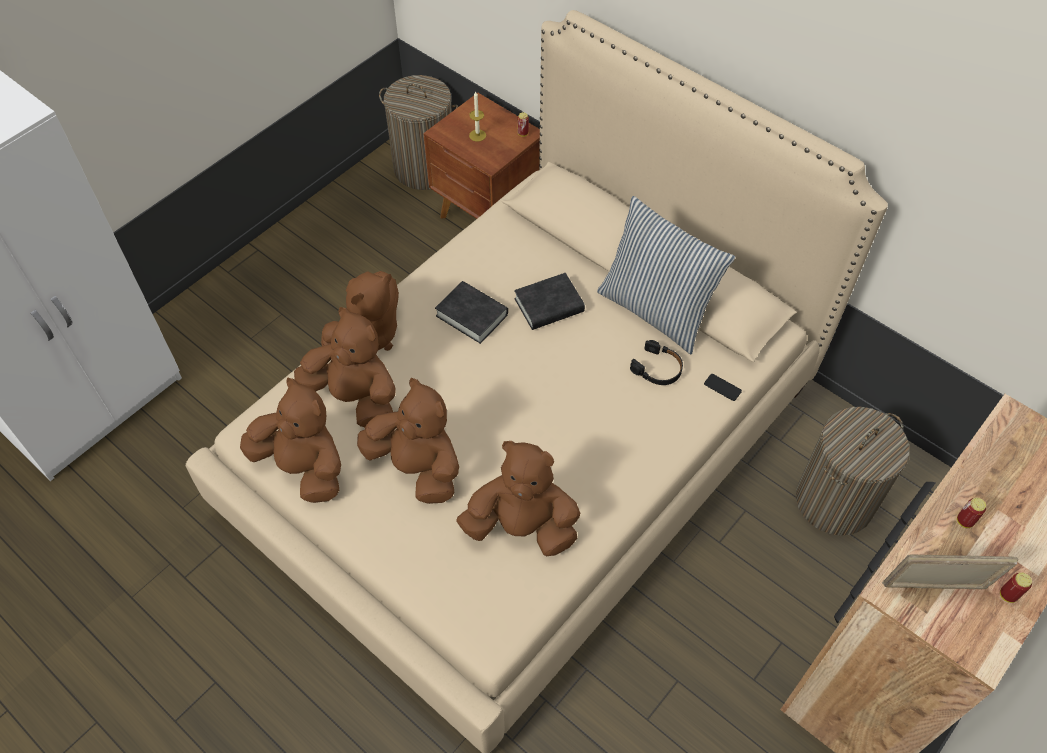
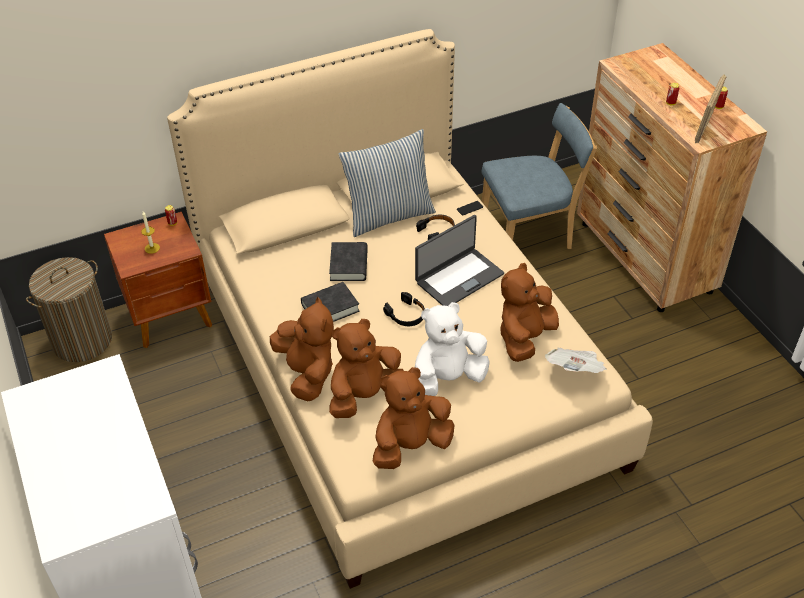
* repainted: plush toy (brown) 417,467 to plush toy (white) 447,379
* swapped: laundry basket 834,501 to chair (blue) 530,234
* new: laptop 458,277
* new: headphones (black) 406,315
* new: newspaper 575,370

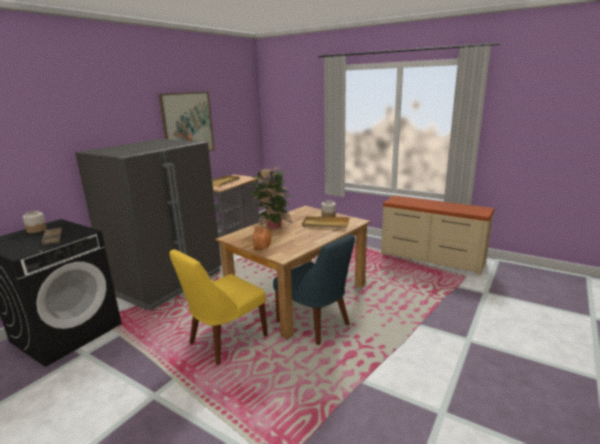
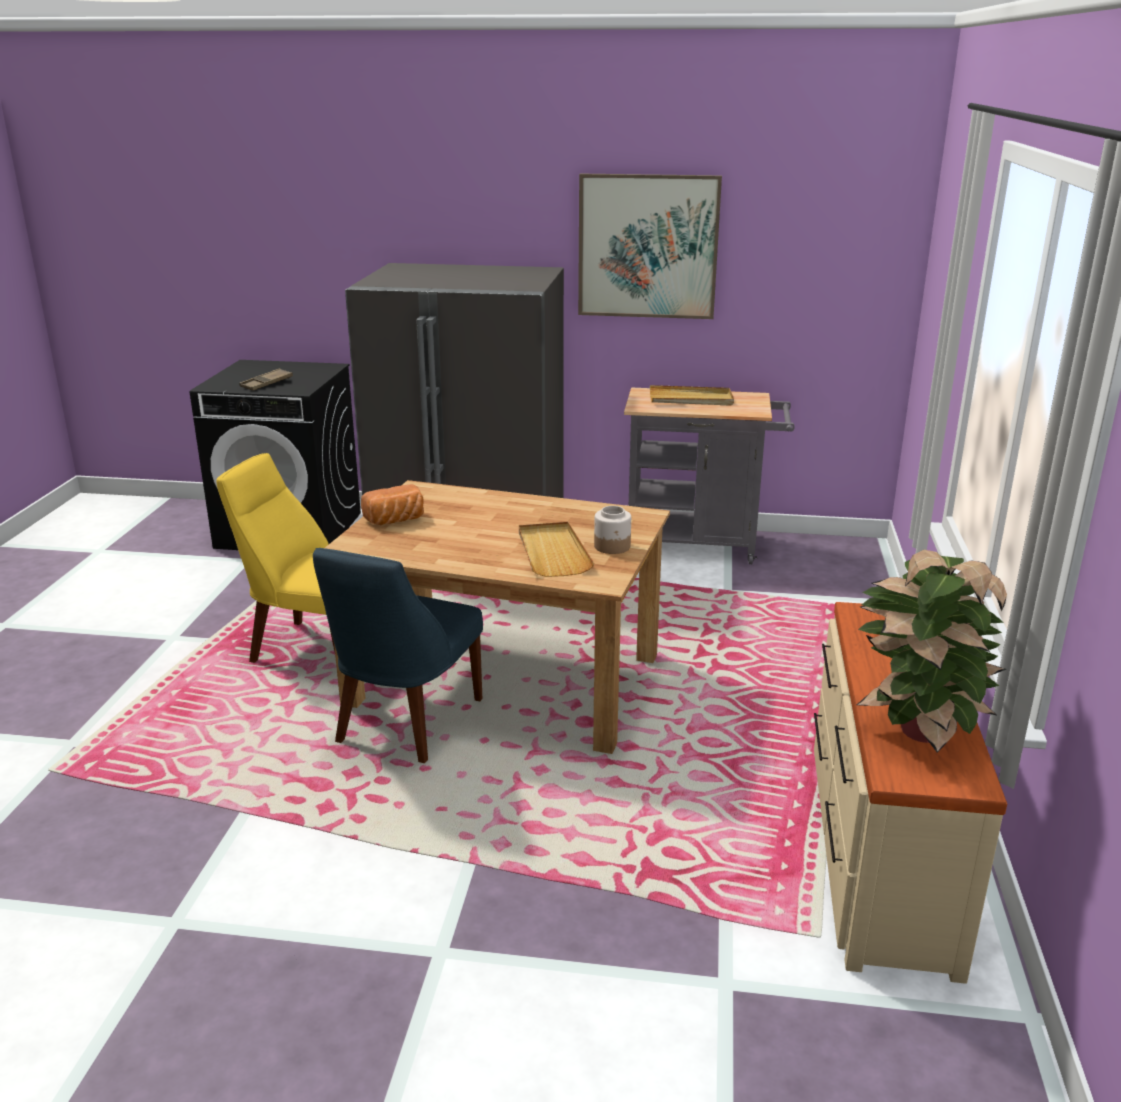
* shifted: potted plant 273,226 to 917,730
* gone: jar 36,230

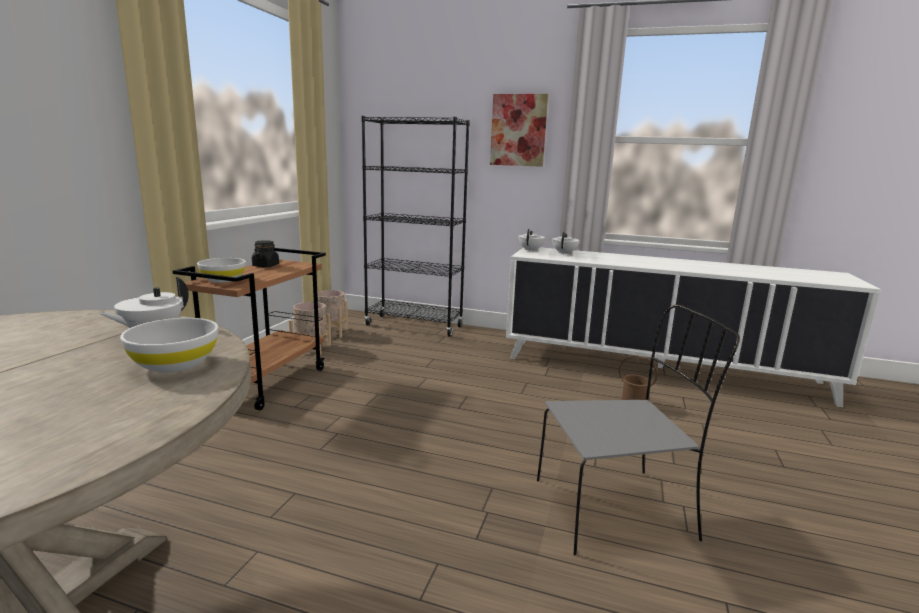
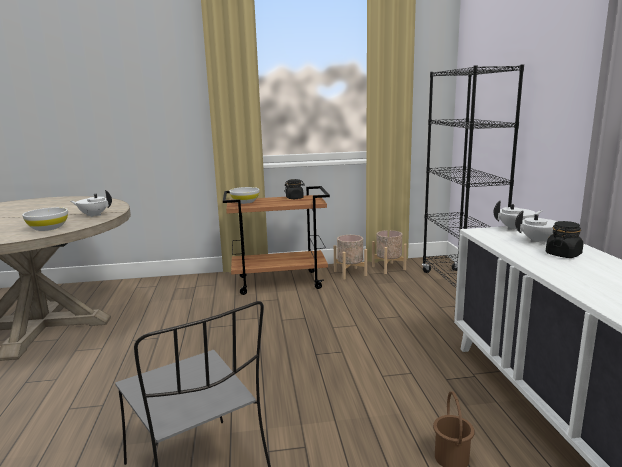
* gone: picture 518,130
* new: jar (black) 563,254

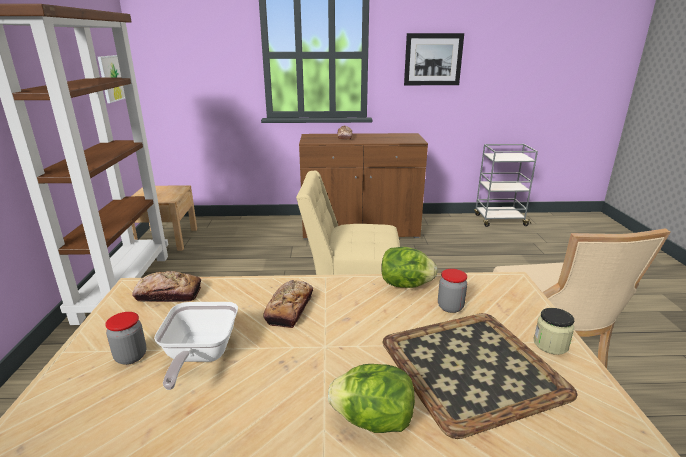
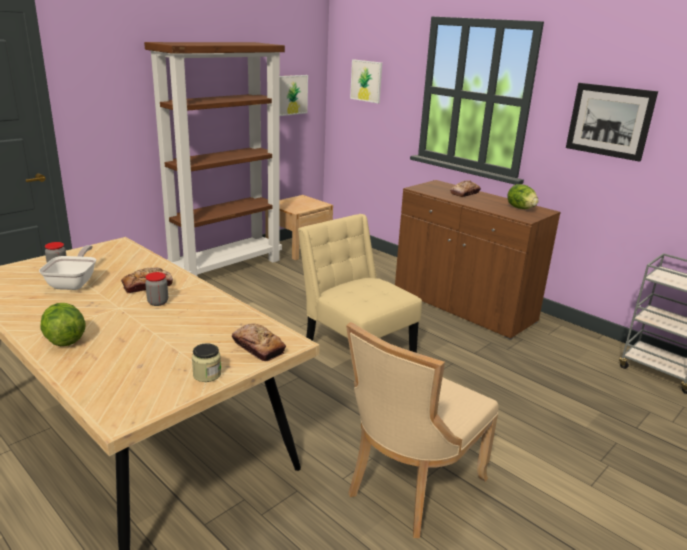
* shifted: lettuce 405,285 to 520,208
* shifted: jar 450,307 to 158,302
* shifted: bread 168,294 to 258,347
* rotated: frying pan 199,356 = 74,283 135 degrees clockwise
* gone: tray 472,366
* new: picture 366,81

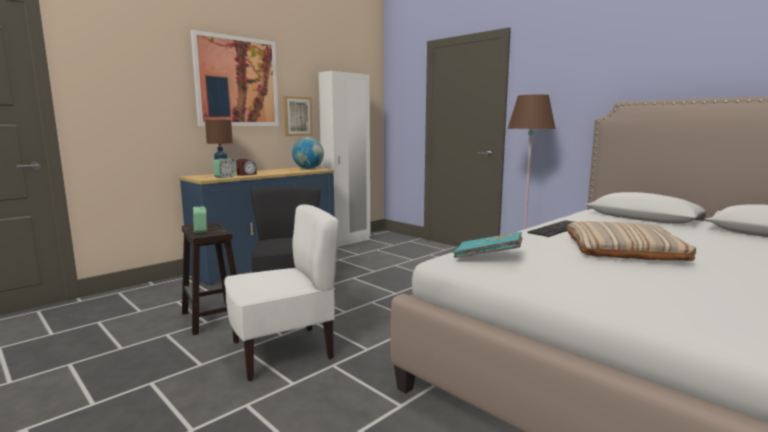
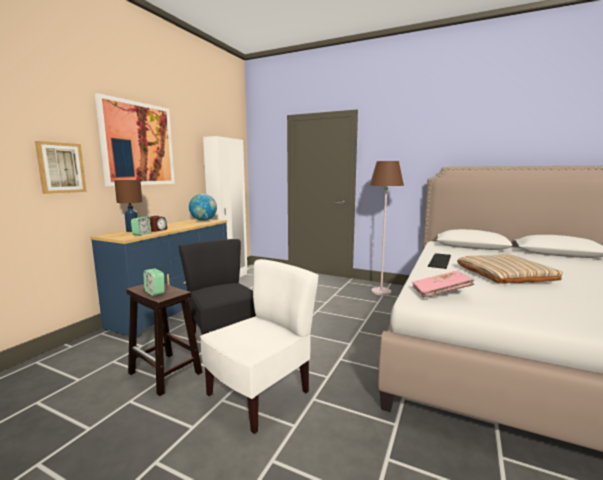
* shifted: picture 297,116 to 61,168
* repainted: book (turquoise) 488,257 to book (pink) 440,292

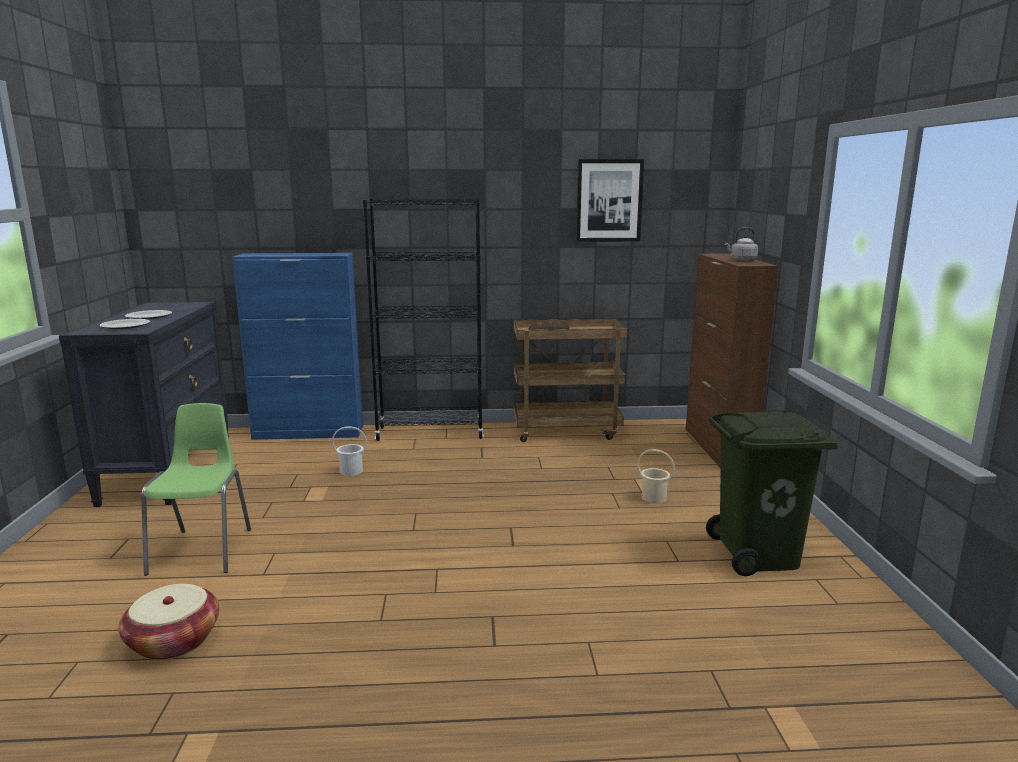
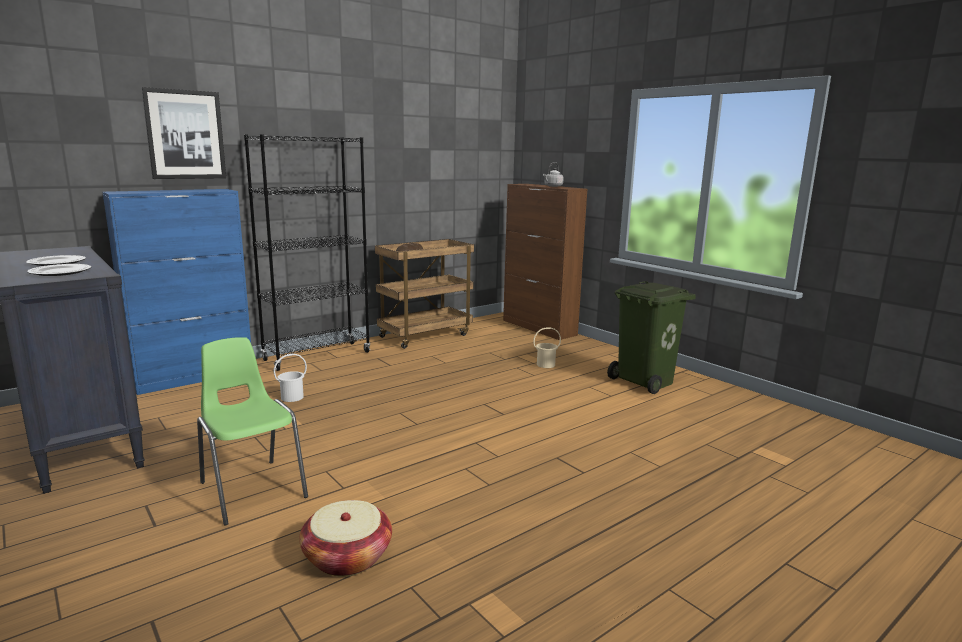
* shifted: picture 609,200 to 185,135

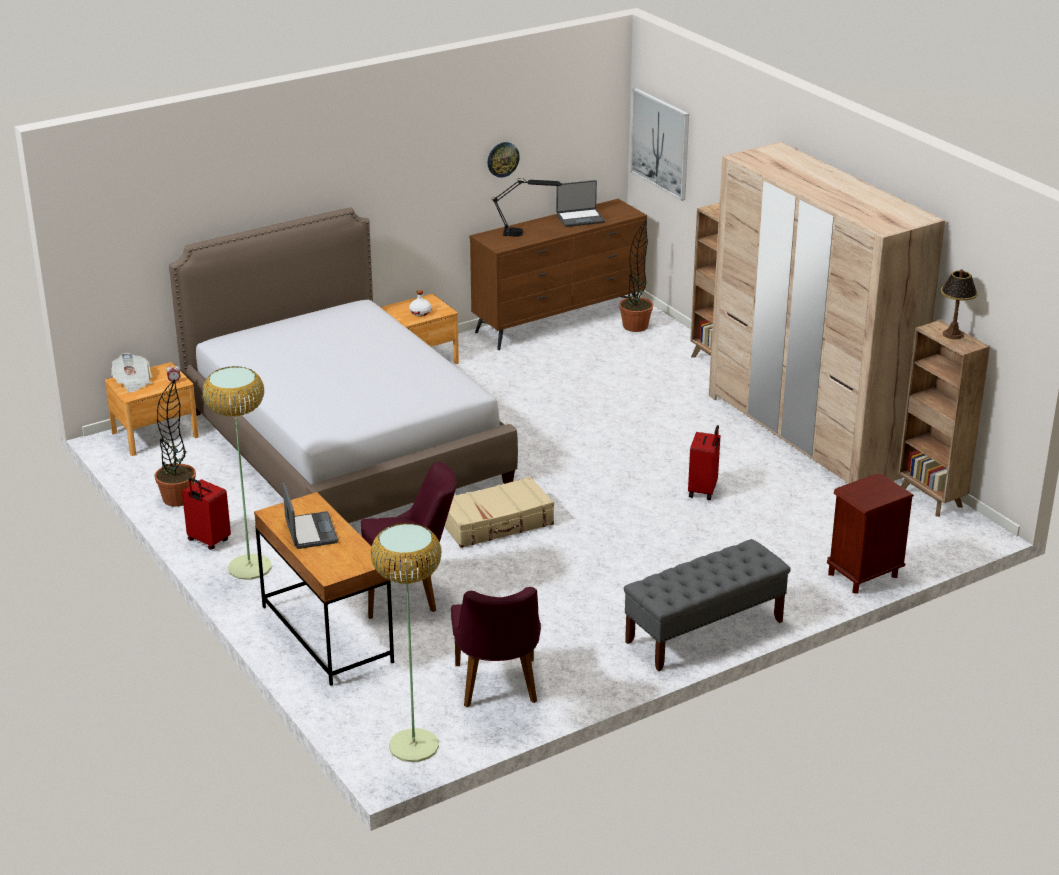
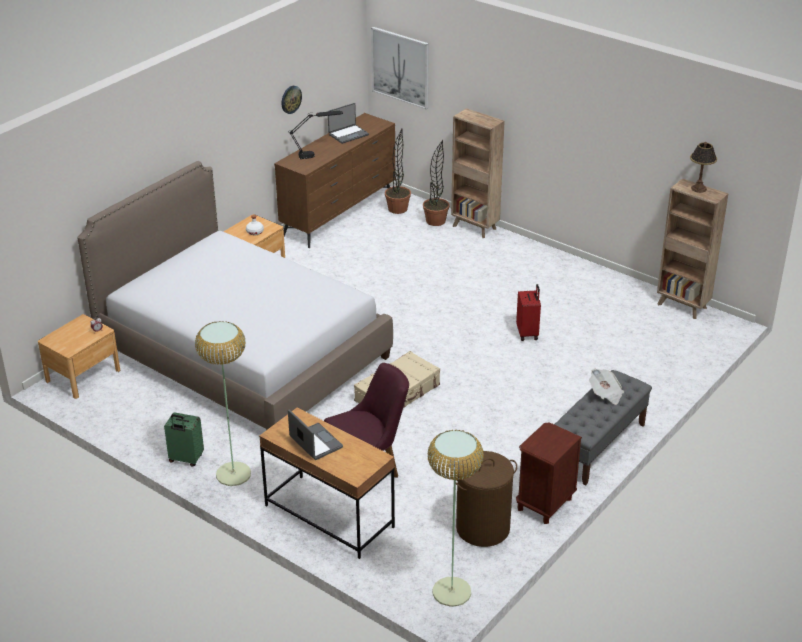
* gone: wardrobe (beige) 807,433
* shifted: newspaper 132,382 to 605,394
* shifted: potted plant 178,499 to 435,221
* shifted: nightstand (brown) 863,575 to 544,504
* repainted: suitcase (red) 208,541 to suitcase (green) 186,459
* swapped: chair (purple) 497,688 to laundry basket (brown) 483,528

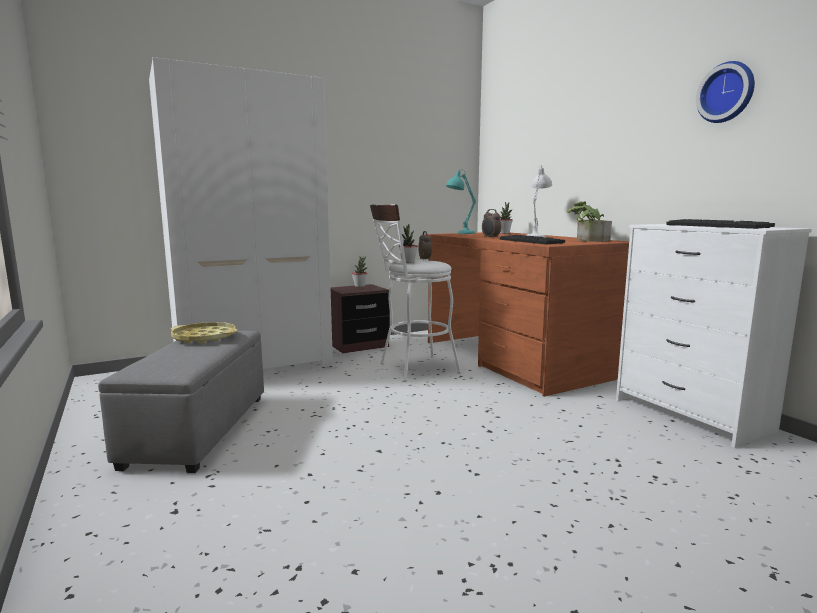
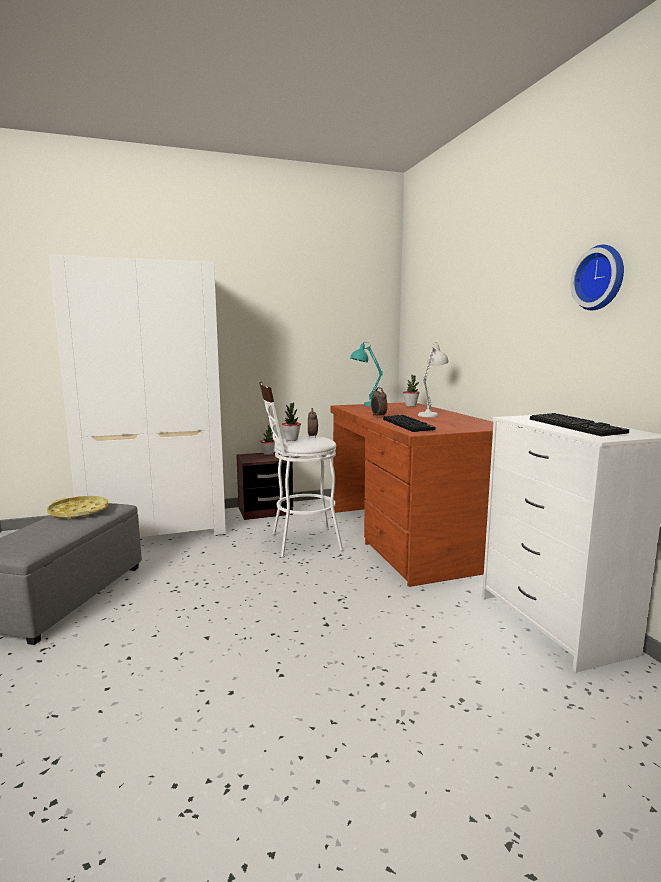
* gone: potted plant 588,240

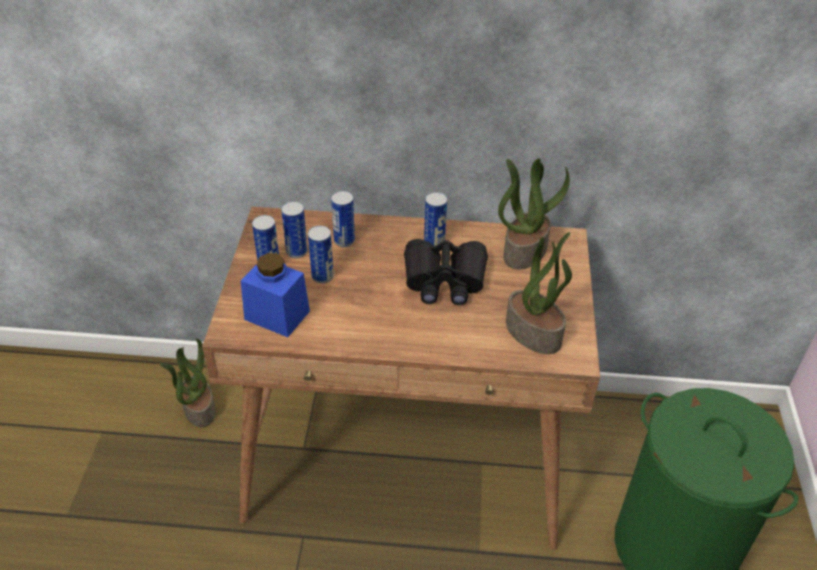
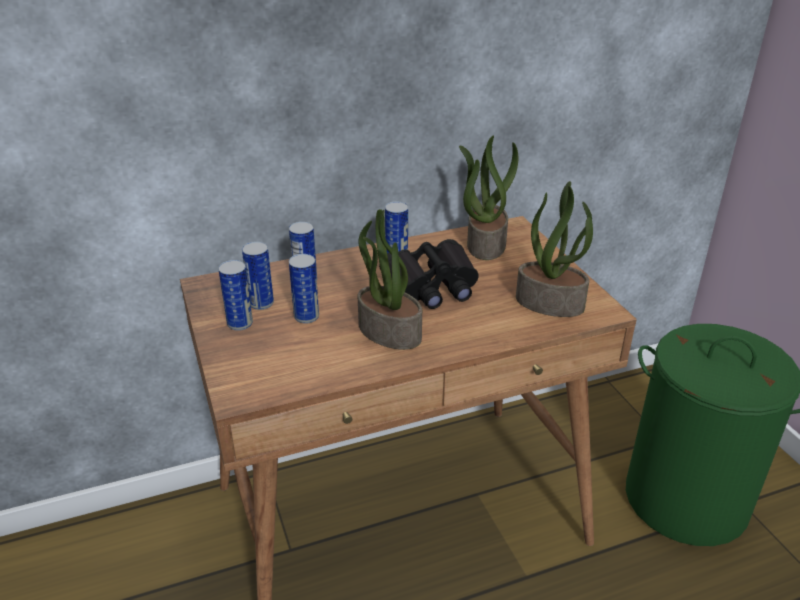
* gone: jar (blue) 277,315
* shifted: potted plant 198,408 to 388,332

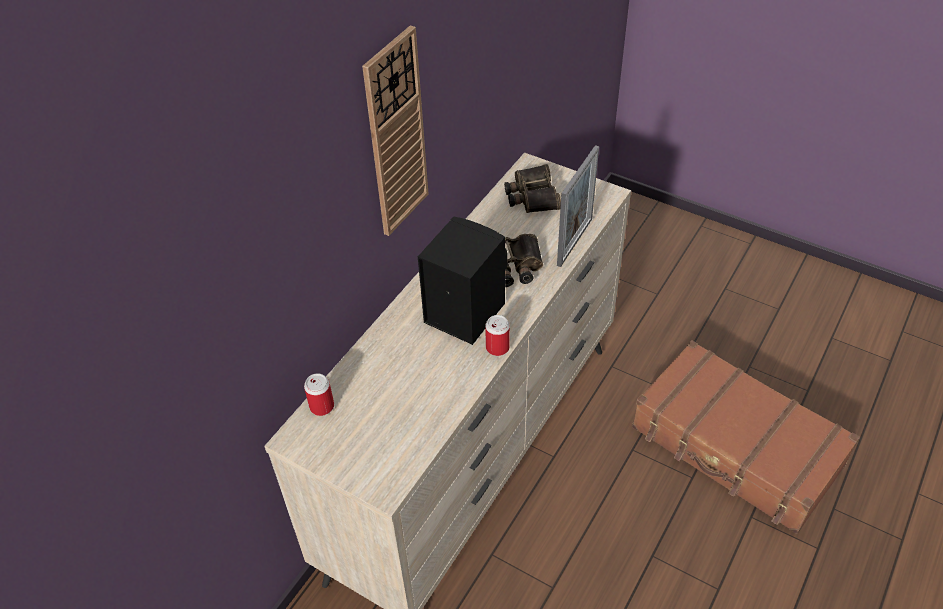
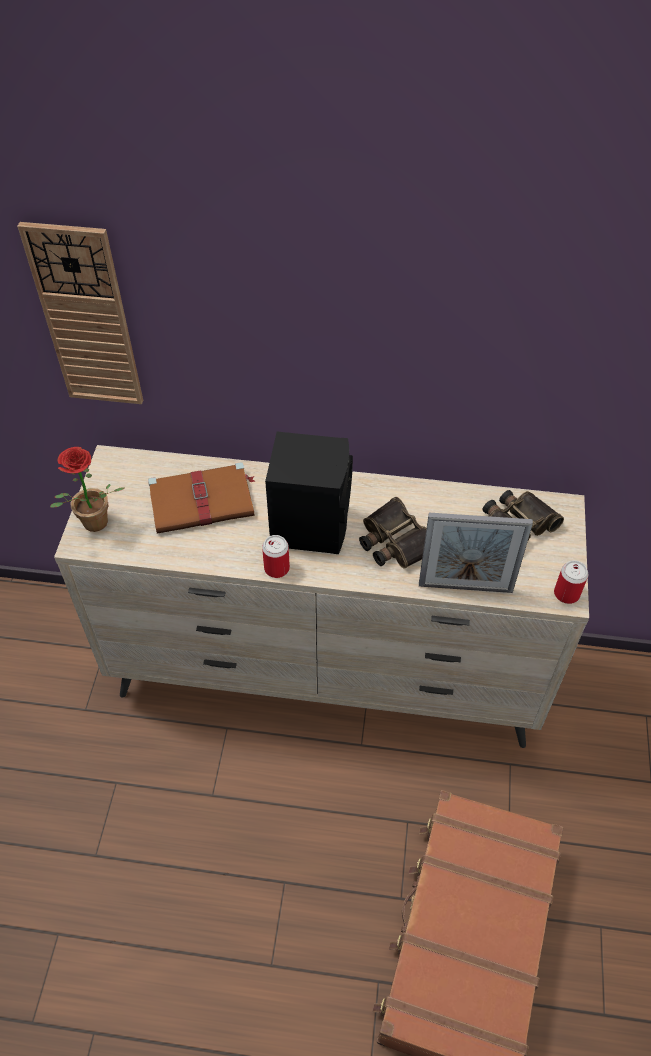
* shifted: wall clock 396,135 to 87,318
* shifted: can 322,406 to 566,593
* new: potted plant 93,526
* new: book (brown) 203,501

